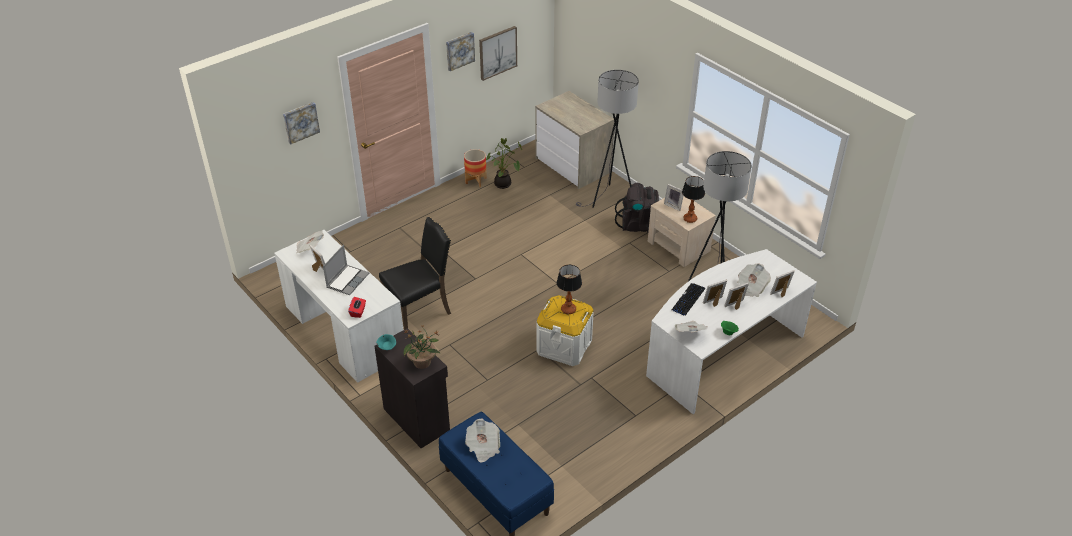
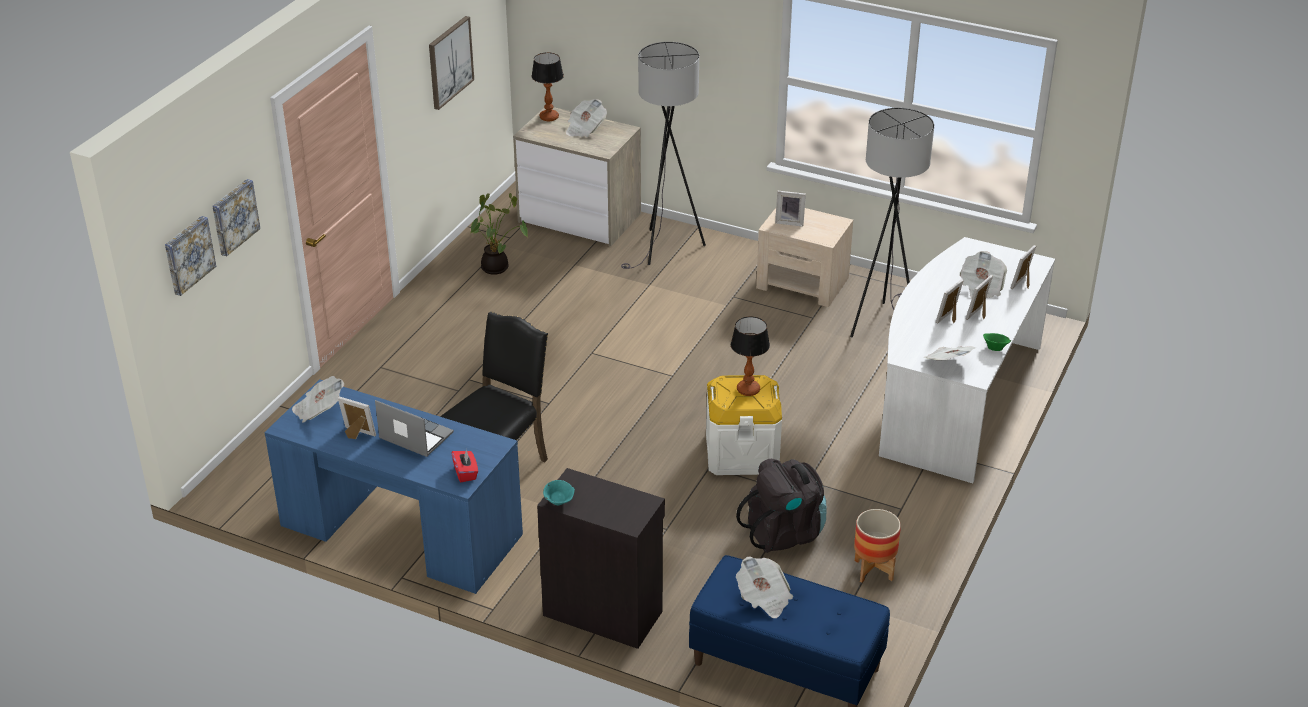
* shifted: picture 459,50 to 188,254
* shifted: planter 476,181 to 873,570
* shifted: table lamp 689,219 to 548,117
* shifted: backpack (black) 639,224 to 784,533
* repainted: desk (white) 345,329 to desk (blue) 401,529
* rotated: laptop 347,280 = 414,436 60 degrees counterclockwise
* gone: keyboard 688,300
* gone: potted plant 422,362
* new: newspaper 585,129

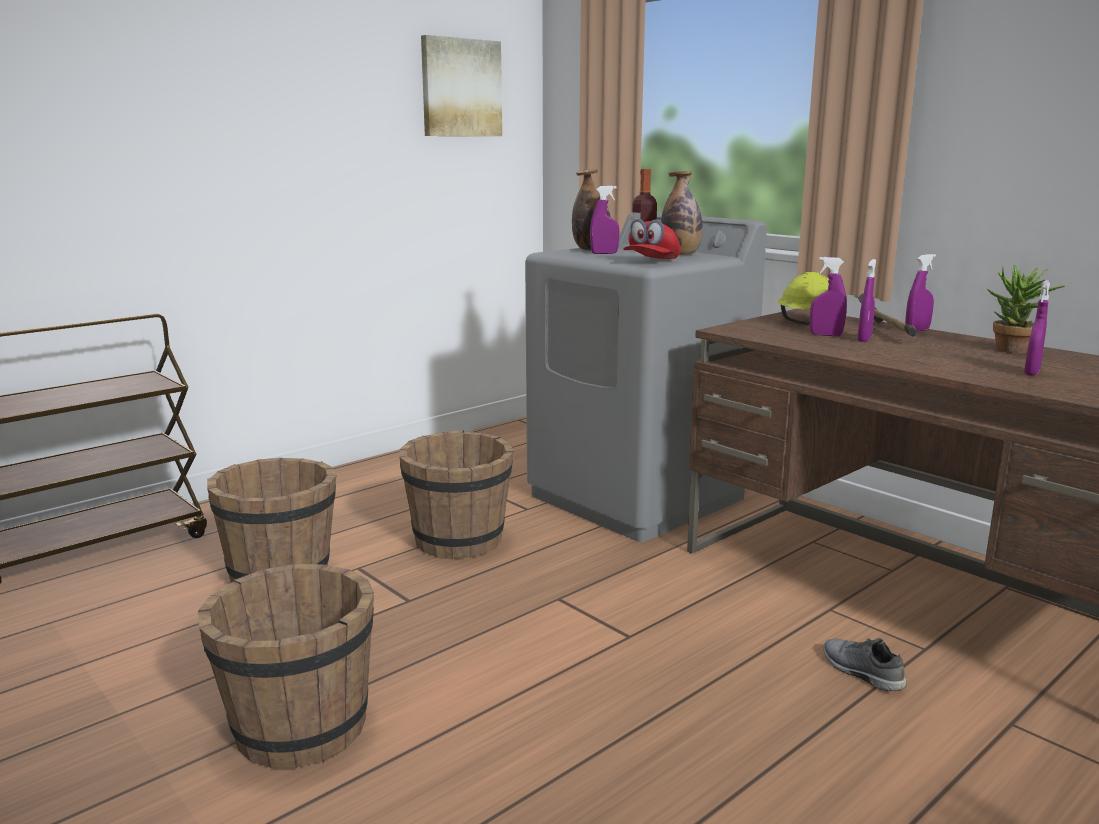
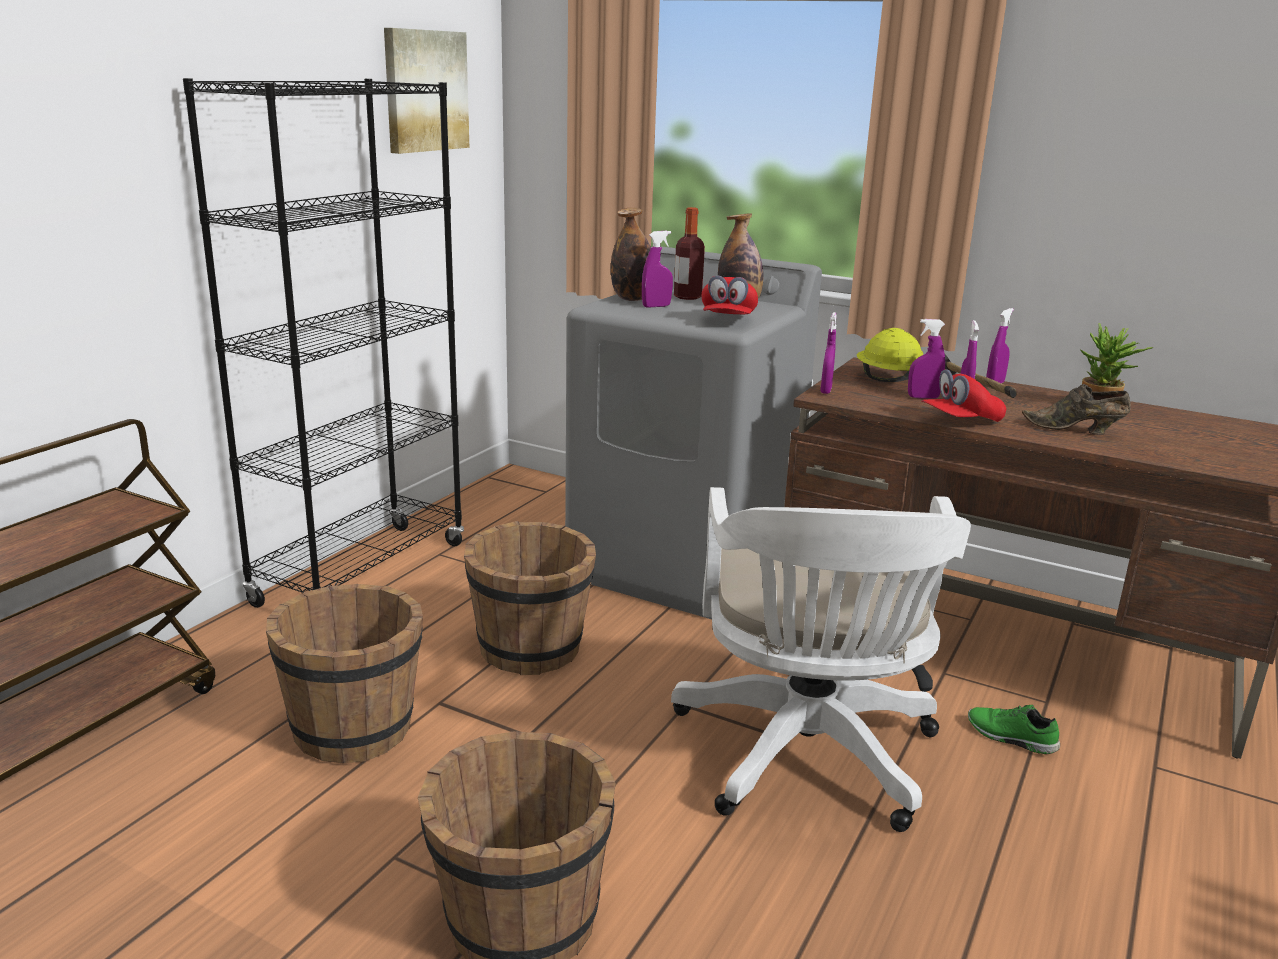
* shifted: spray bottle (purple) 1031,373 to 826,390
* repainted: shoe (grey) 860,672 to shoe (green) 1010,738
* new: bookcase (black) 361,574
* new: cap (red) 961,421
* new: shoe (brown) 1075,430
* new: office chair (white) 807,759

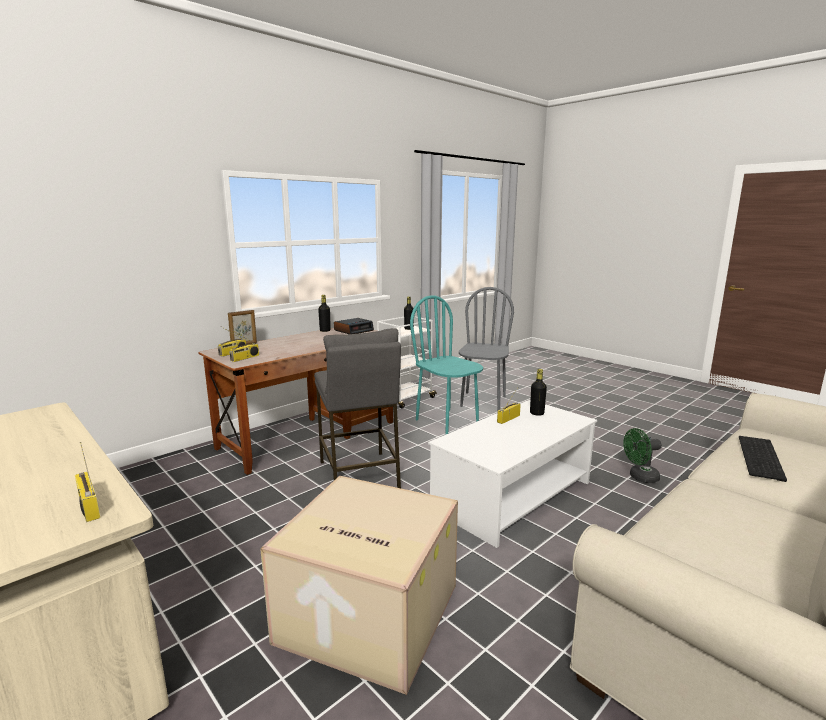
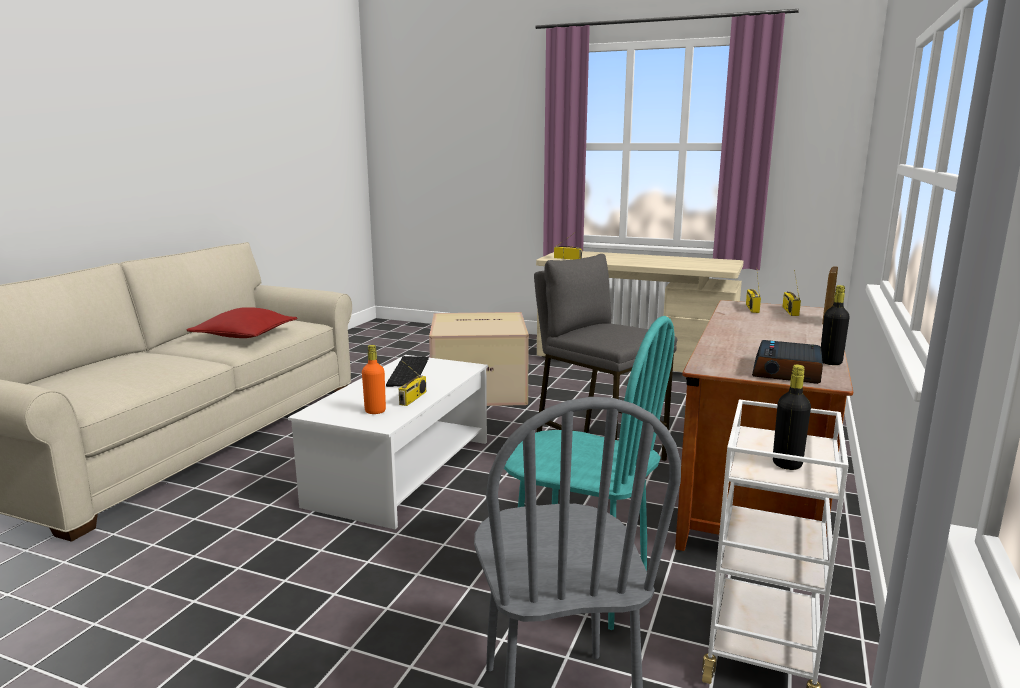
* repainted: bottle (black) 536,413 to bottle (orange) 375,411
* gone: fan (green) 640,477
* shifted: keyboard 762,458 to 407,371
* new: pillow (red) 244,335

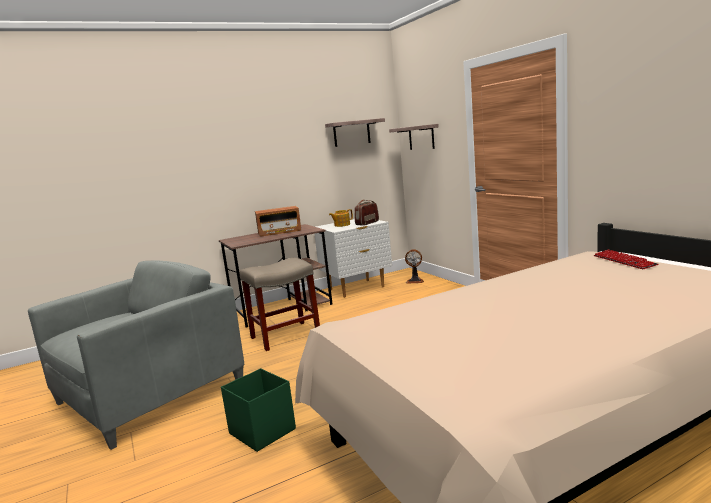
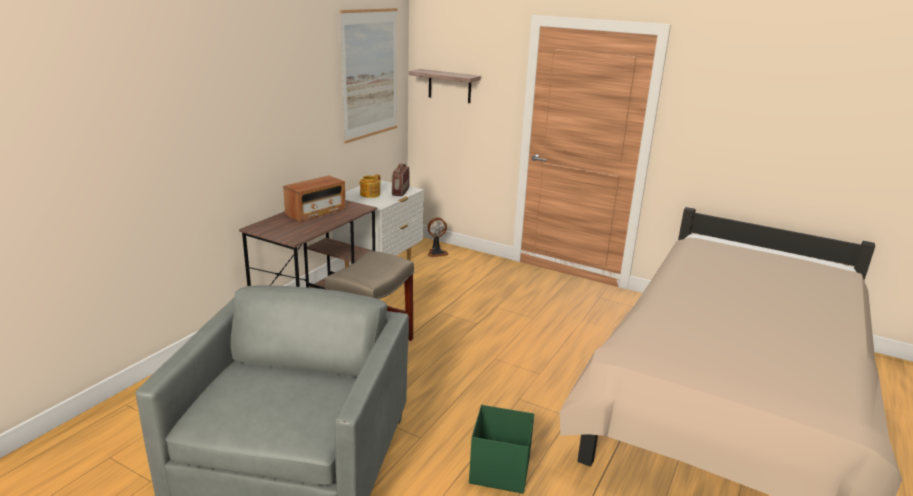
* swapped: shelf 351,133 to picture 370,74
* gone: keyboard 624,261

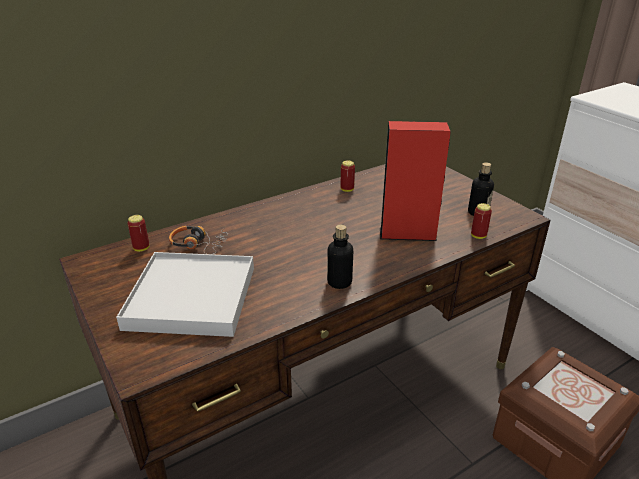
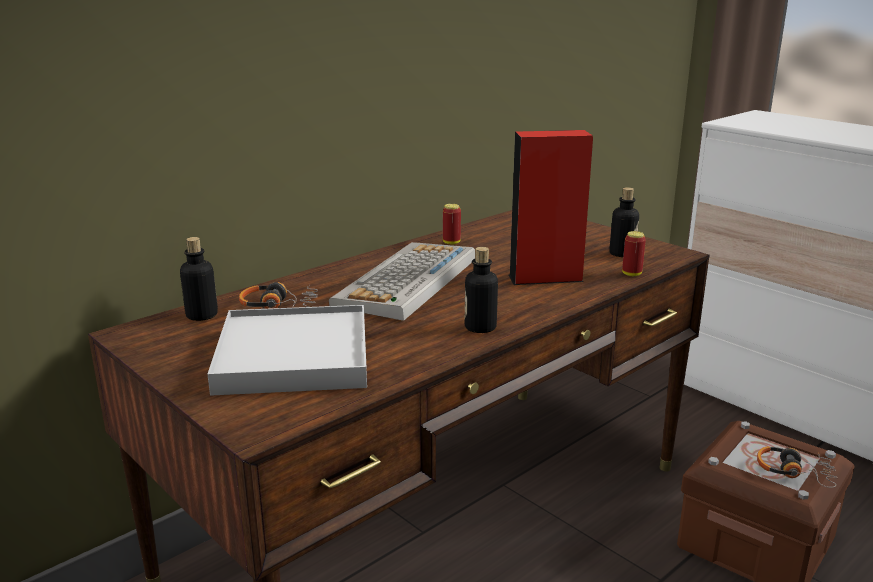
* swapped: can 141,248 to bottle 202,315
* new: keyboard 407,282
* new: headphones 794,472

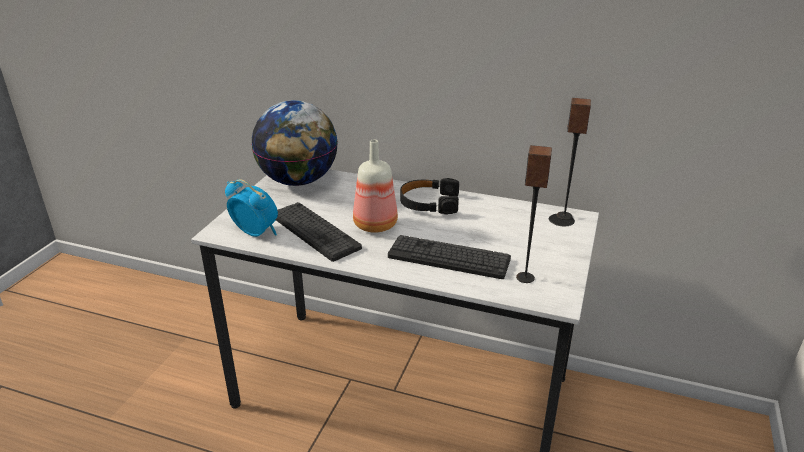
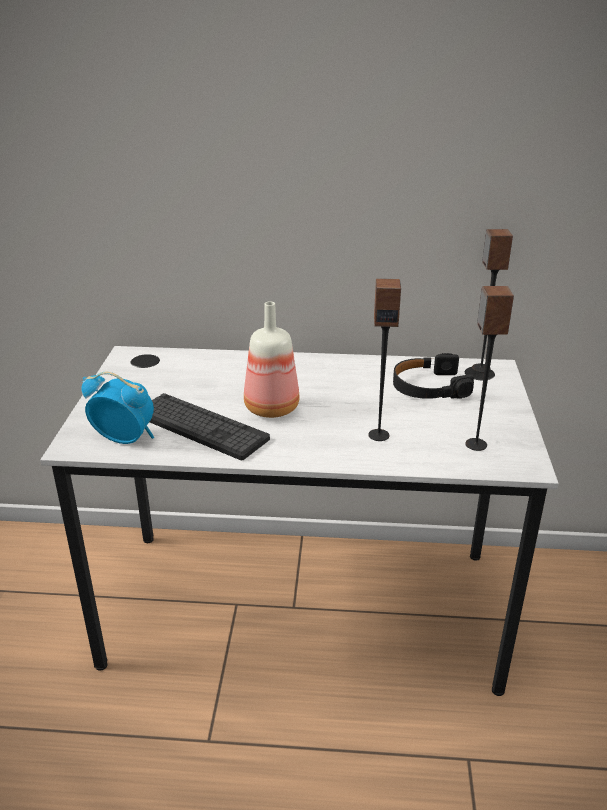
* gone: globe 298,181
* shifted: headphones (black) 429,203 to 429,387
* swapped: keyboard 448,258 to speaker 378,435

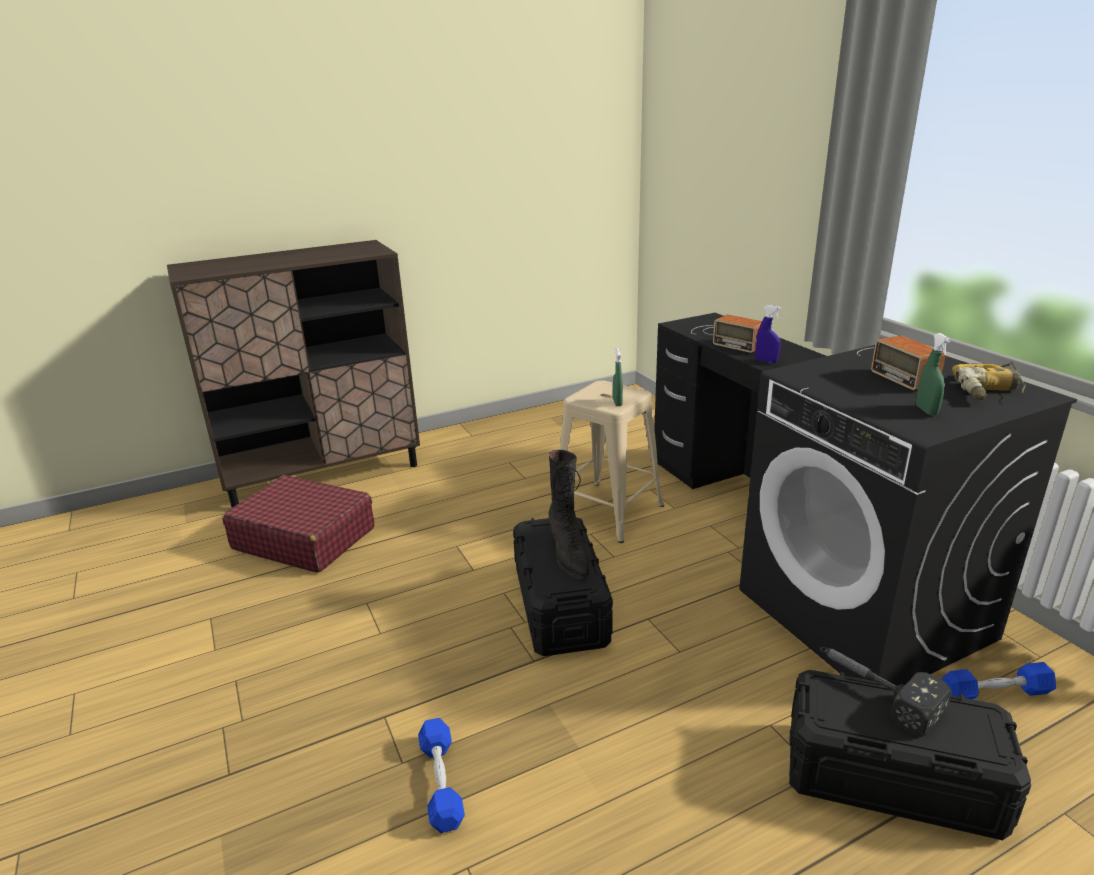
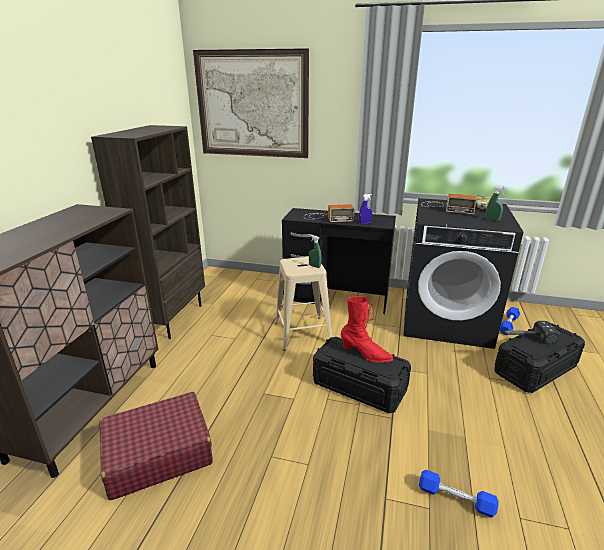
* repainted: boot (black) 568,555 to boot (red) 365,354
* new: picture 252,105
* new: bookcase (brown) 172,319

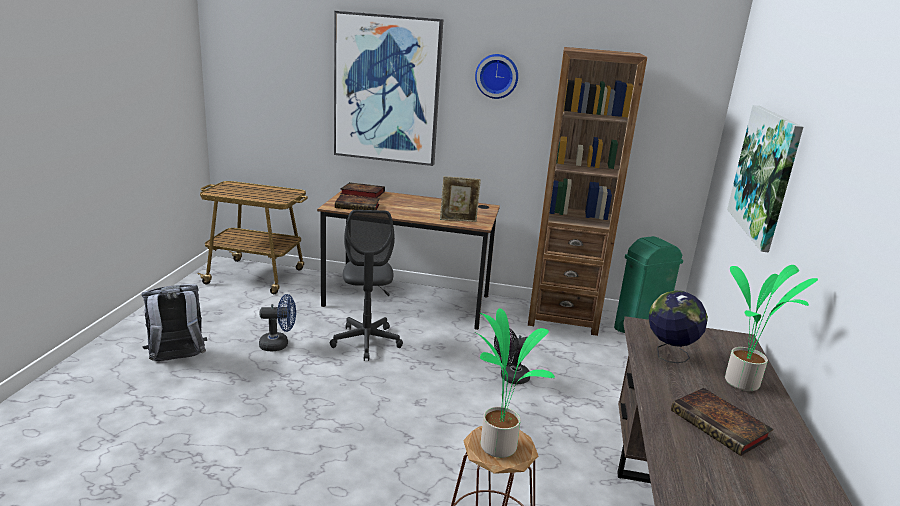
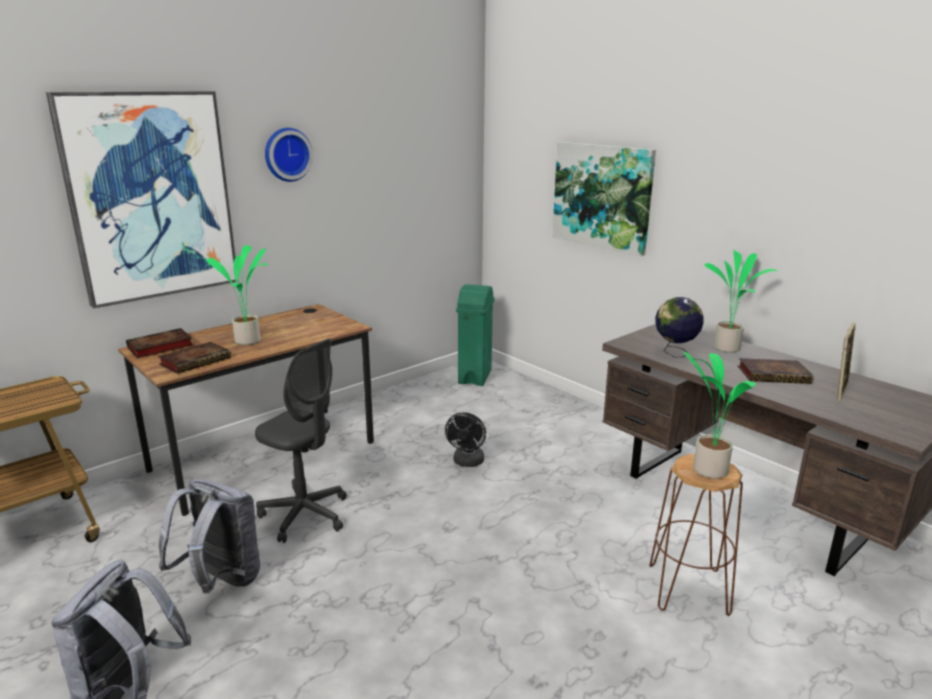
* gone: bookcase (brown) 562,317
* shifted: picture frame 458,220 to 840,391
* swapped: fan (blue) 279,344 to backpack (grey) 221,581
* new: potted plant 249,340

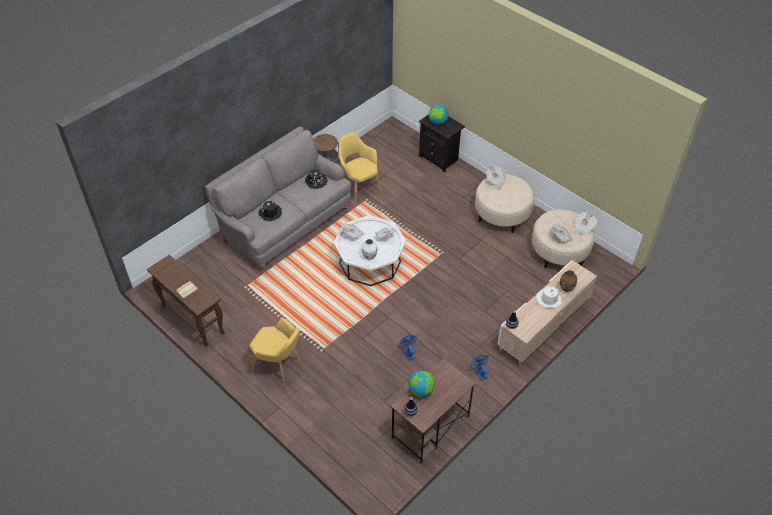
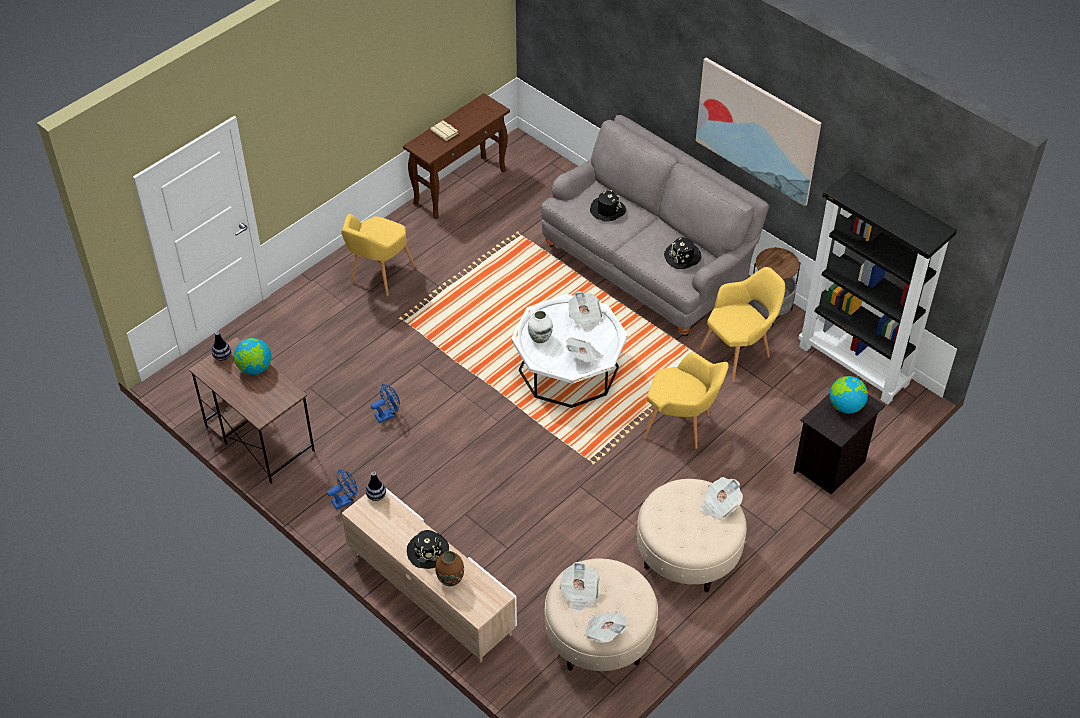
* repainted: hat (white) 548,299 to hat (black) 428,551
* new: picture 757,130
* new: bookcase (black) 855,365
* new: armchair (yellow) 682,426

